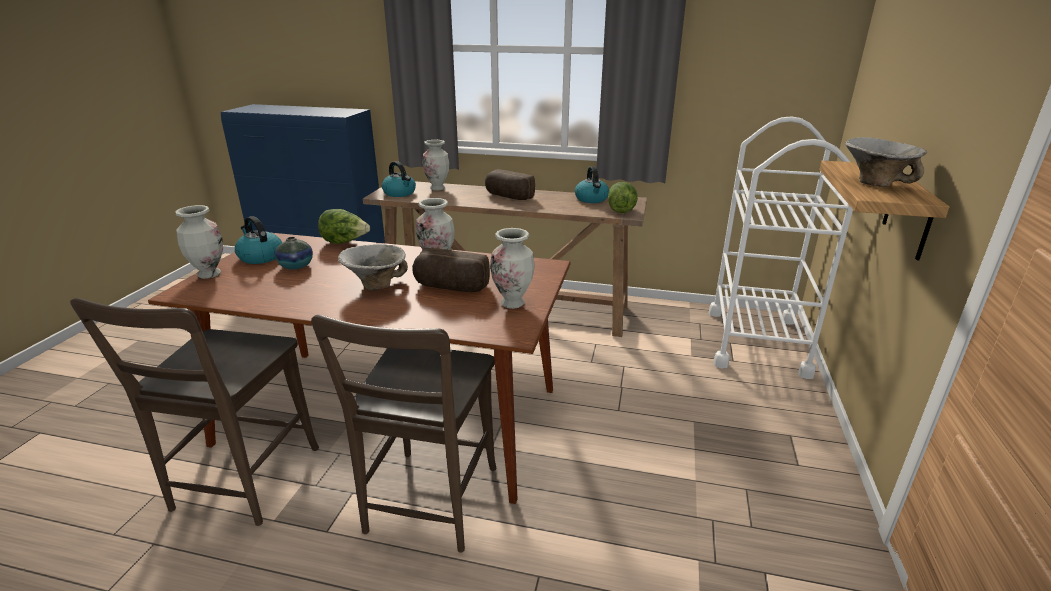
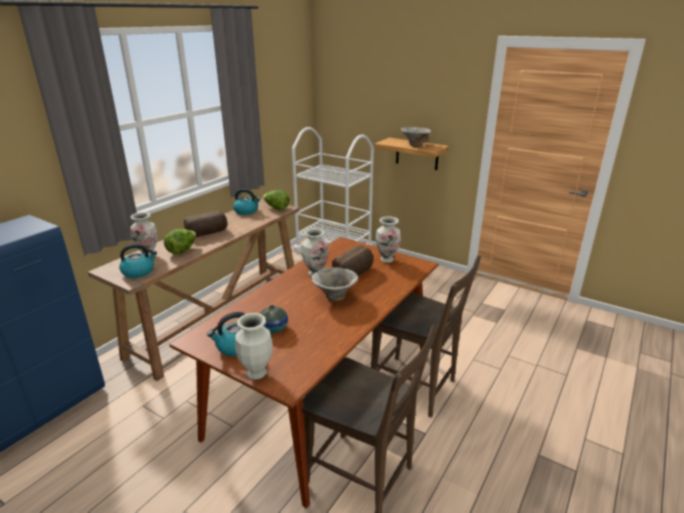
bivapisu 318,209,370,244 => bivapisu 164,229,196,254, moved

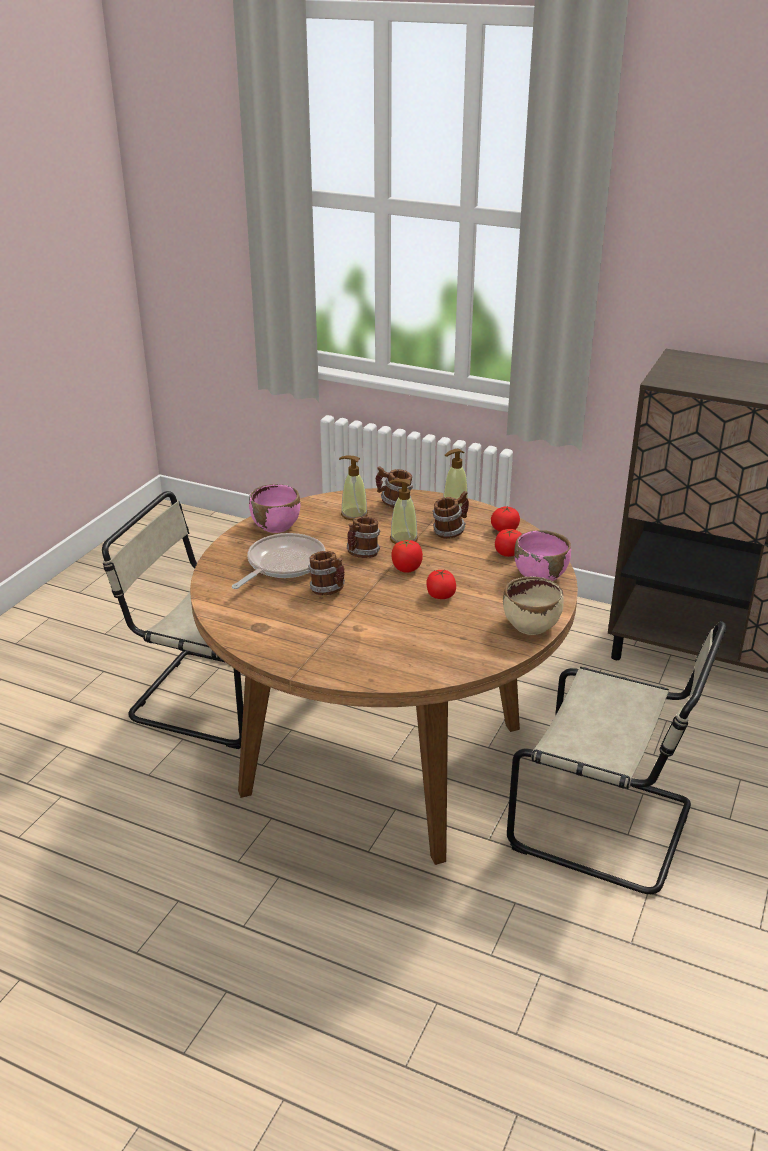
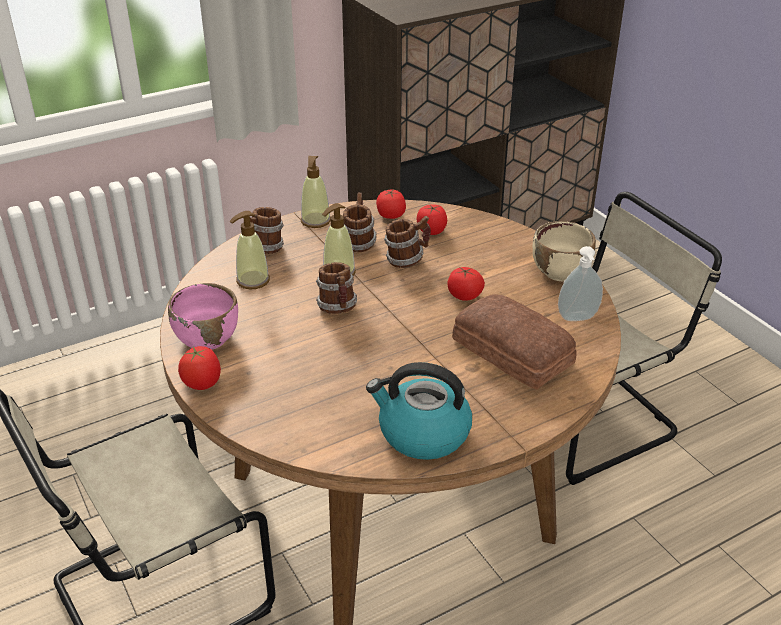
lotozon 232,533,325,589 => nothing
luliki 308,551,345,595 => luliki 384,216,431,268, moved
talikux 392,539,423,573 => talikux 178,346,221,390, moved
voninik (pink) 514,530,571,581 => nothing
nothing => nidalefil 366,362,472,460
nothing => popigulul 452,294,577,390
nothing => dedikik 558,246,603,321

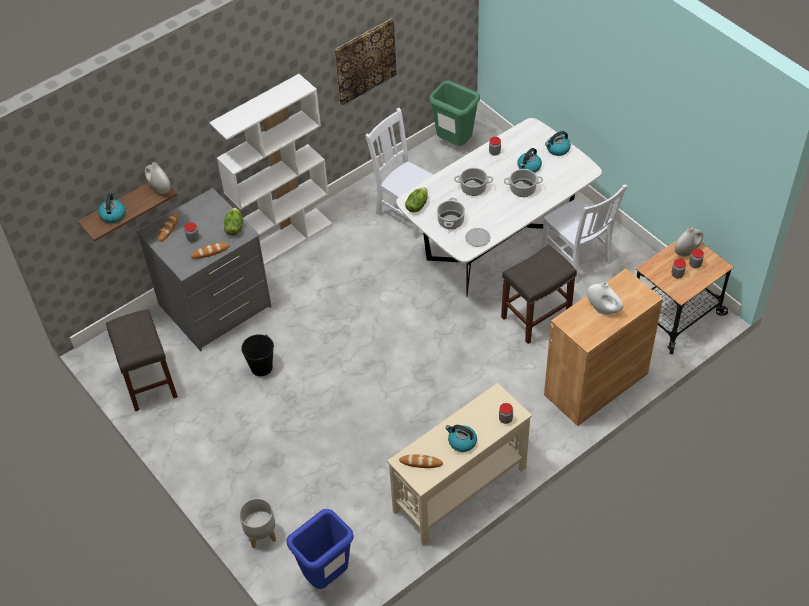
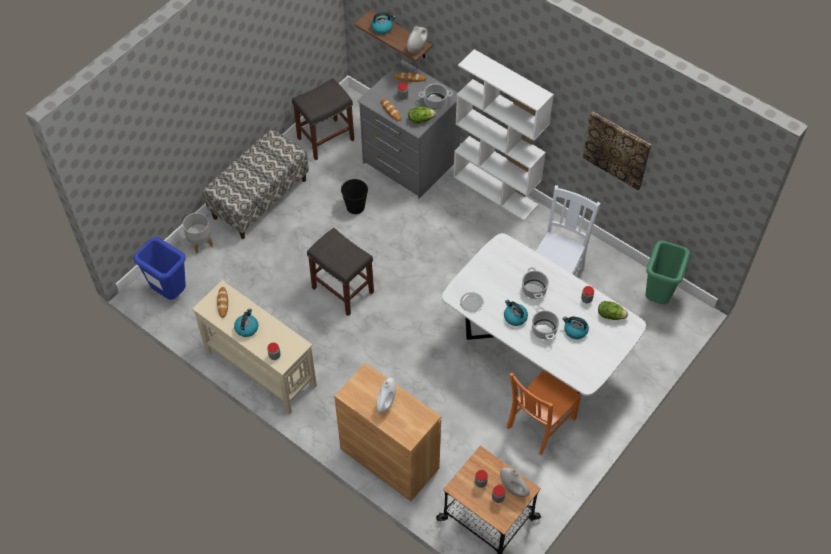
bivapisu 405,188,428,212 => bivapisu 598,301,628,320, moved
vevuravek 437,198,465,229 => vevuravek 418,83,453,109, moved
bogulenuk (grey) 501,245,577,344 => bogulenuk (grey) 307,228,374,316, moved
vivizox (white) 541,185,627,283 => vivizox (orange) 507,370,581,455
nidalefil 545,131,571,156 => nidalefil 504,300,528,326, moved
nothing => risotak 203,129,309,239

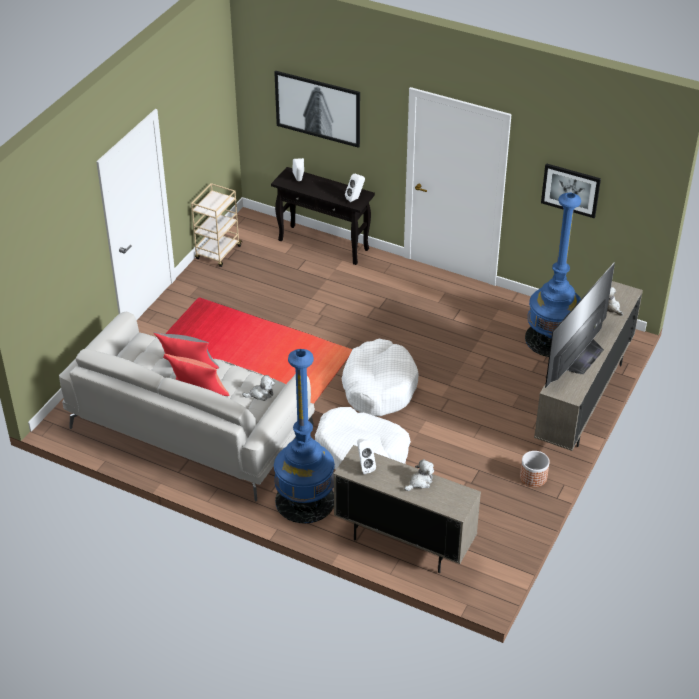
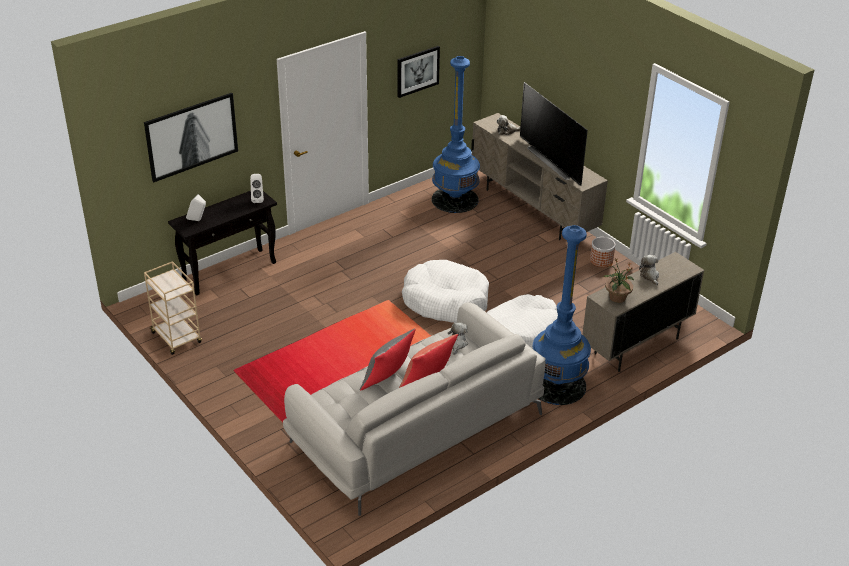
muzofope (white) 357,439,376,474 => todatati 602,259,634,303

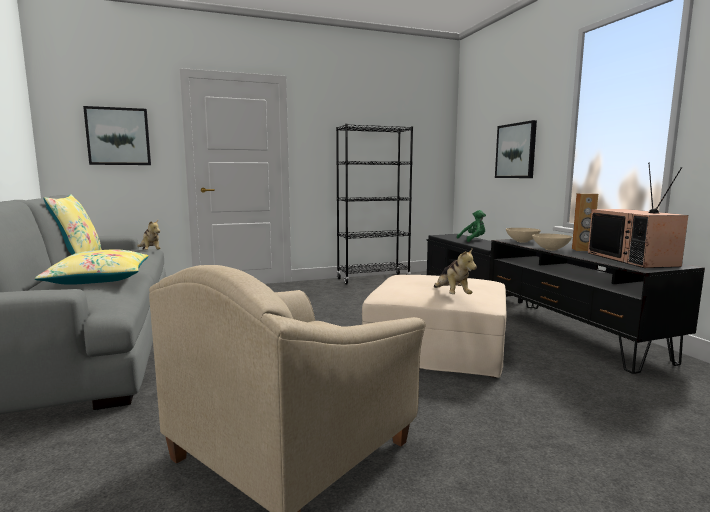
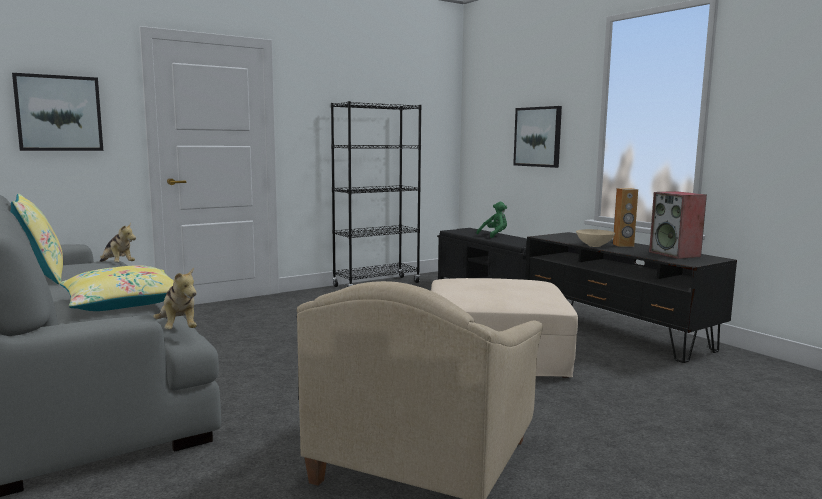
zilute 434,249,477,294 => zilute 153,267,197,330, moved
voninik (beige) 506,228,541,243 => nothing
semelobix 588,163,688,268 => muzofope 649,191,707,259

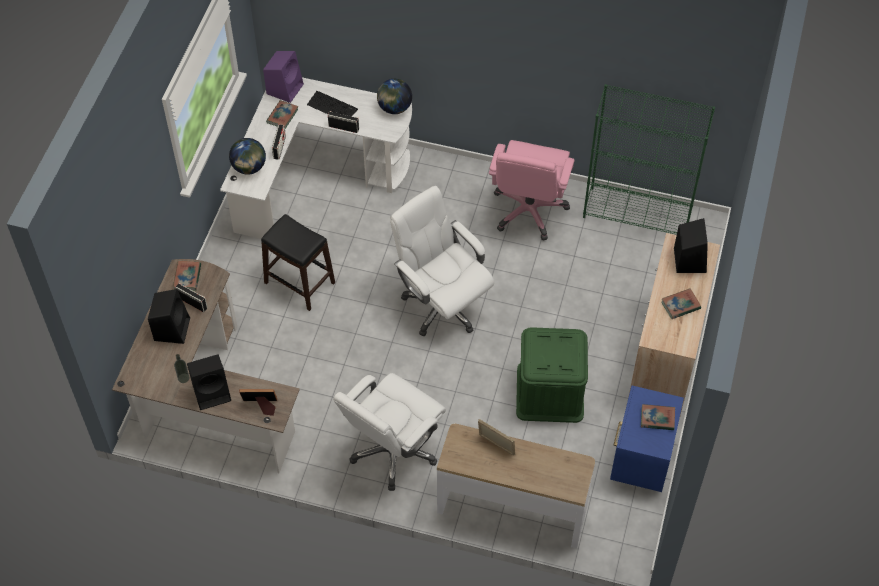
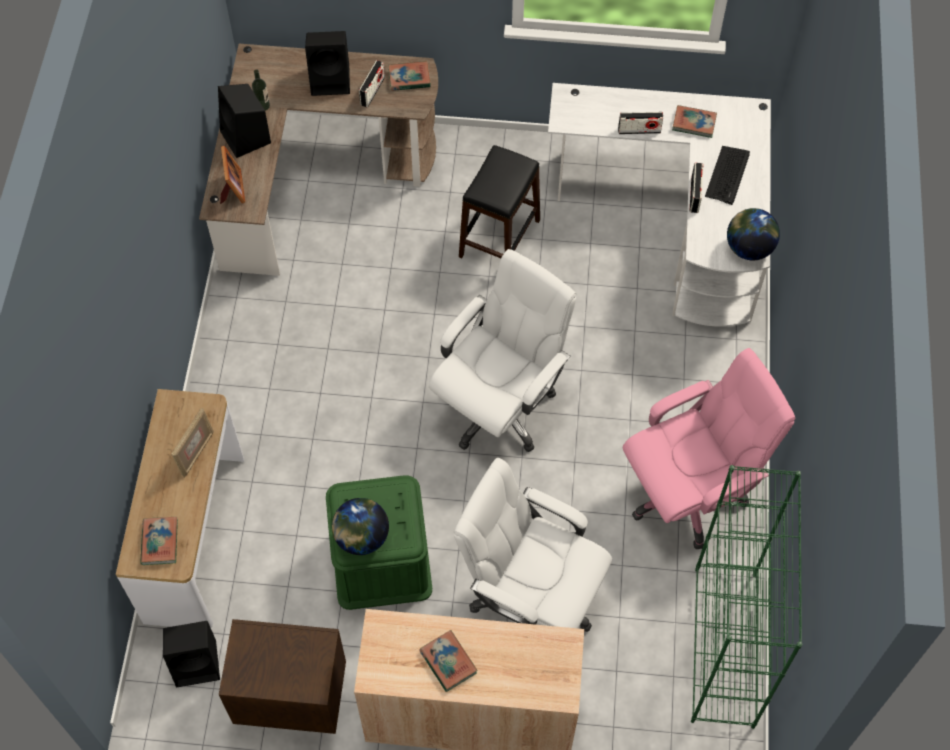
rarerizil 229,138,266,175 => rarerizil 332,498,389,555, moved
muzofope (purple) 263,51,304,103 => nothing
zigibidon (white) 334,373,446,491 => zigibidon (white) 454,458,612,632, moved
zigibidon (pink) 489,140,575,241 => zigibidon (pink) 623,348,796,549, 150 degrees clockwise
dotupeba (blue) 610,386,684,492 => dotupeba (brown) 219,619,346,734
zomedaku 641,404,675,430 => zomedaku 140,517,178,565, moved
muzofope (black) 674,218,708,273 => muzofope (black) 163,621,220,687, moved

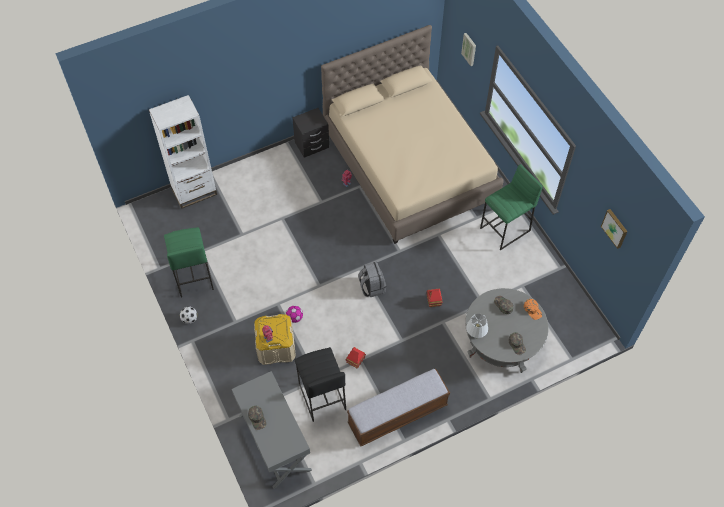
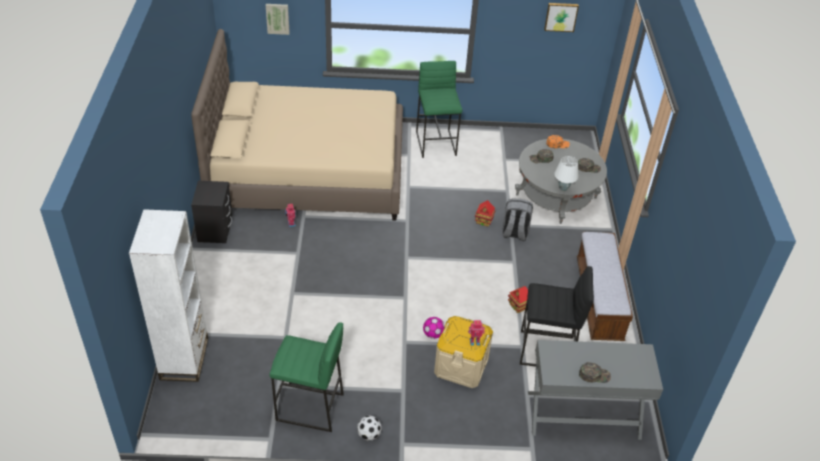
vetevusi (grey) 358,262,386,297 => vetevusi (grey) 502,199,533,241, moved

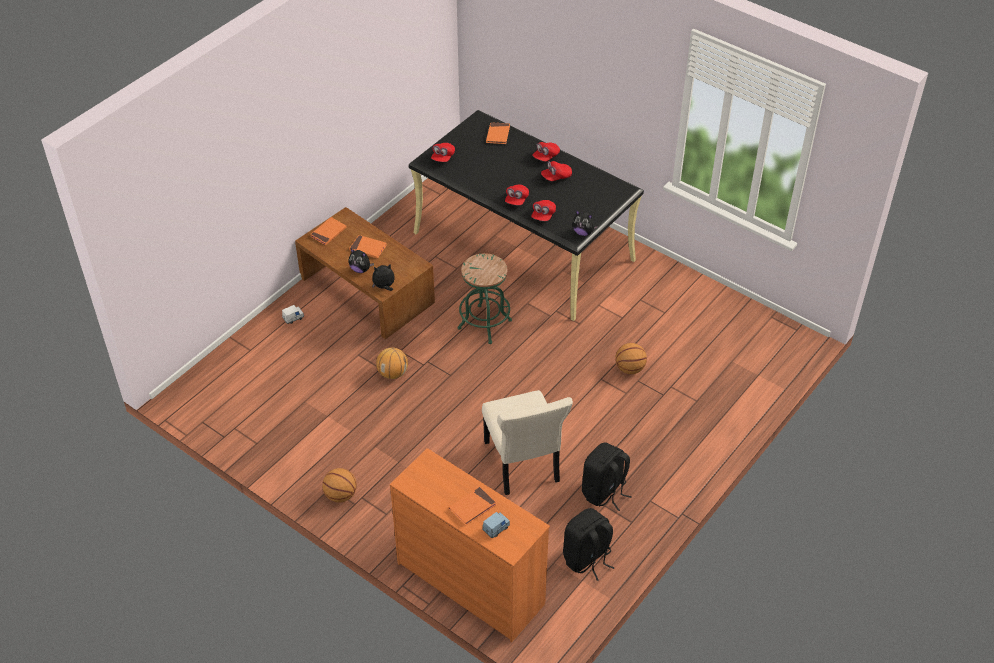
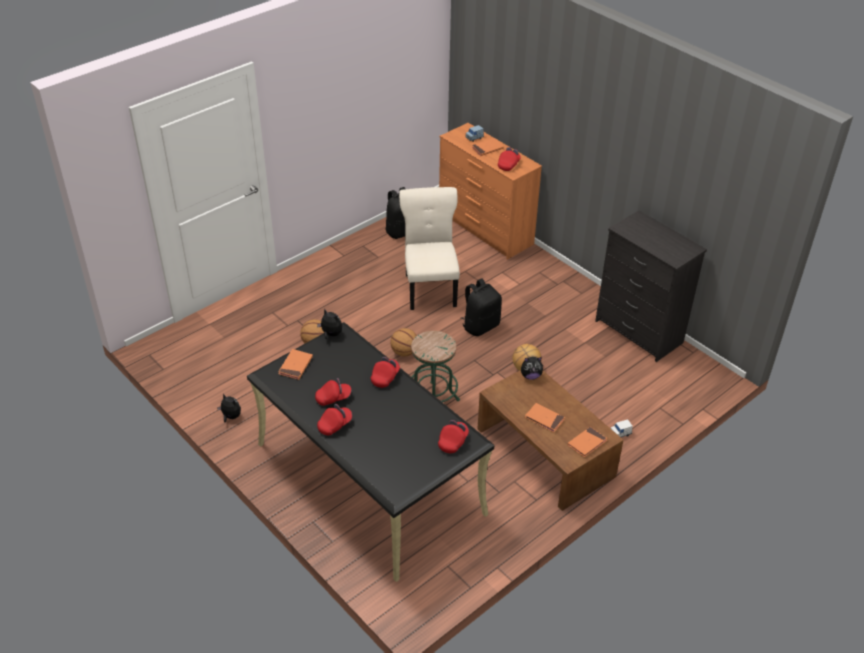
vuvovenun 322,468,357,502 => vuvovenun 390,328,417,357, moved
zilute 349,249,374,273 => zilute 217,393,241,423, moved
zomedaku (orange) 486,122,510,144 => zomedaku (orange) 278,349,313,380, moved
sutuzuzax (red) 531,200,556,221 => sutuzuzax (red) 498,147,521,171, moved
vetevusi (black) 582,442,632,511 => vetevusi (black) 461,279,502,336, moved
nothing => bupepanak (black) 595,210,707,362

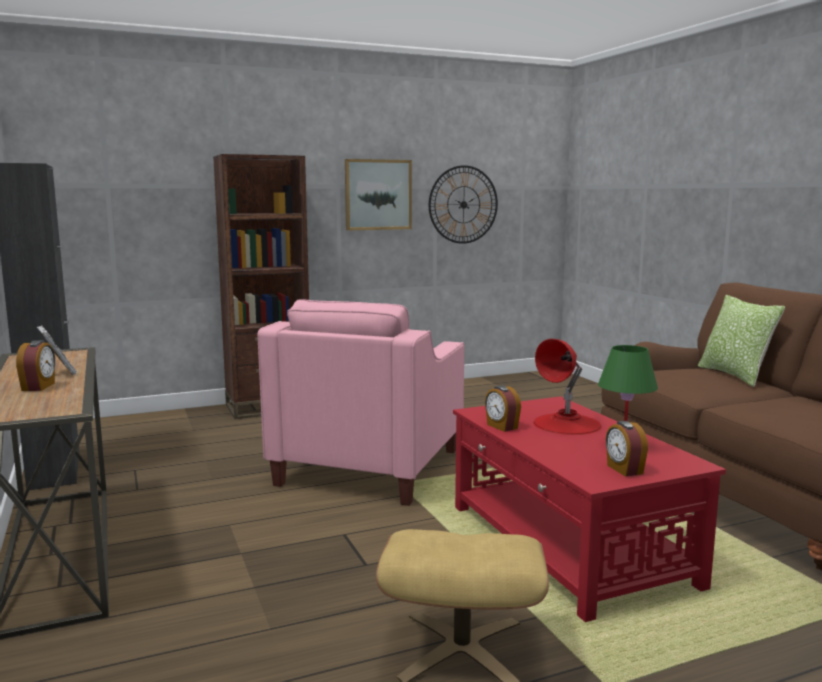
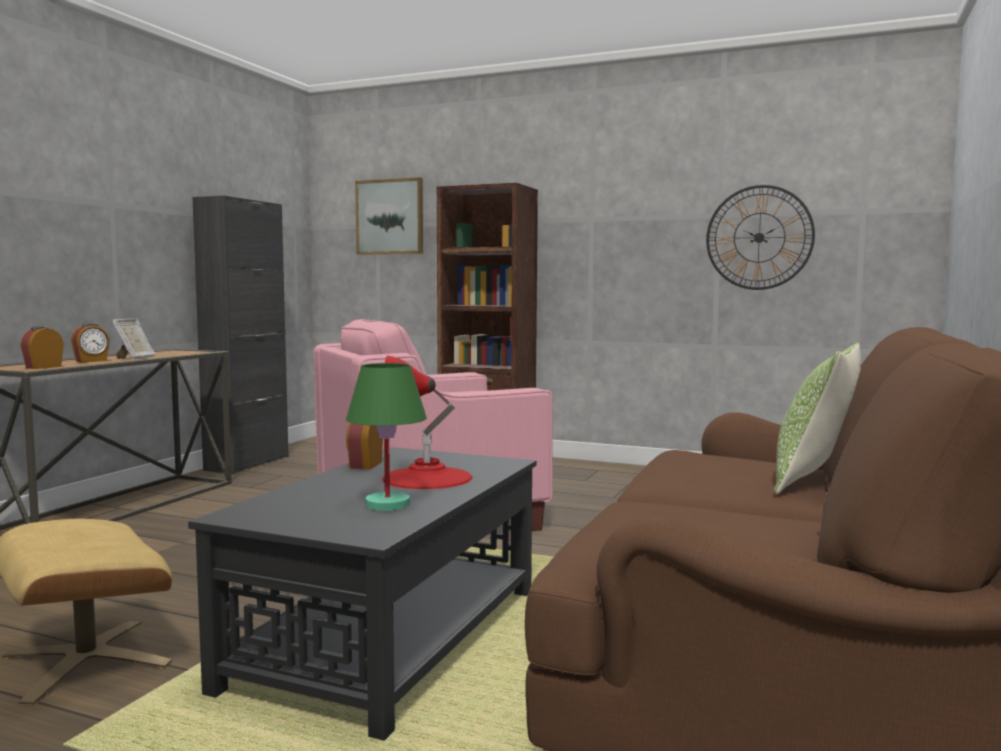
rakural 345,159,412,230 => rakural 355,177,423,255, moved
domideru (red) 453,396,726,622 => domideru (black) 188,447,537,741
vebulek 606,421,648,477 => vebulek 20,326,64,369, moved

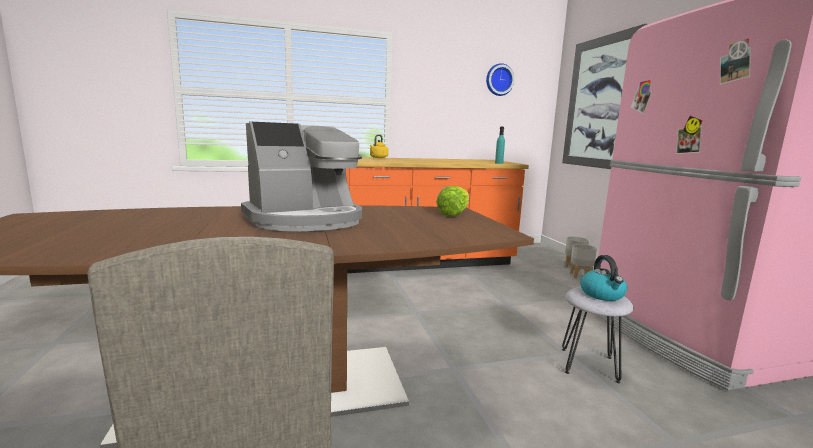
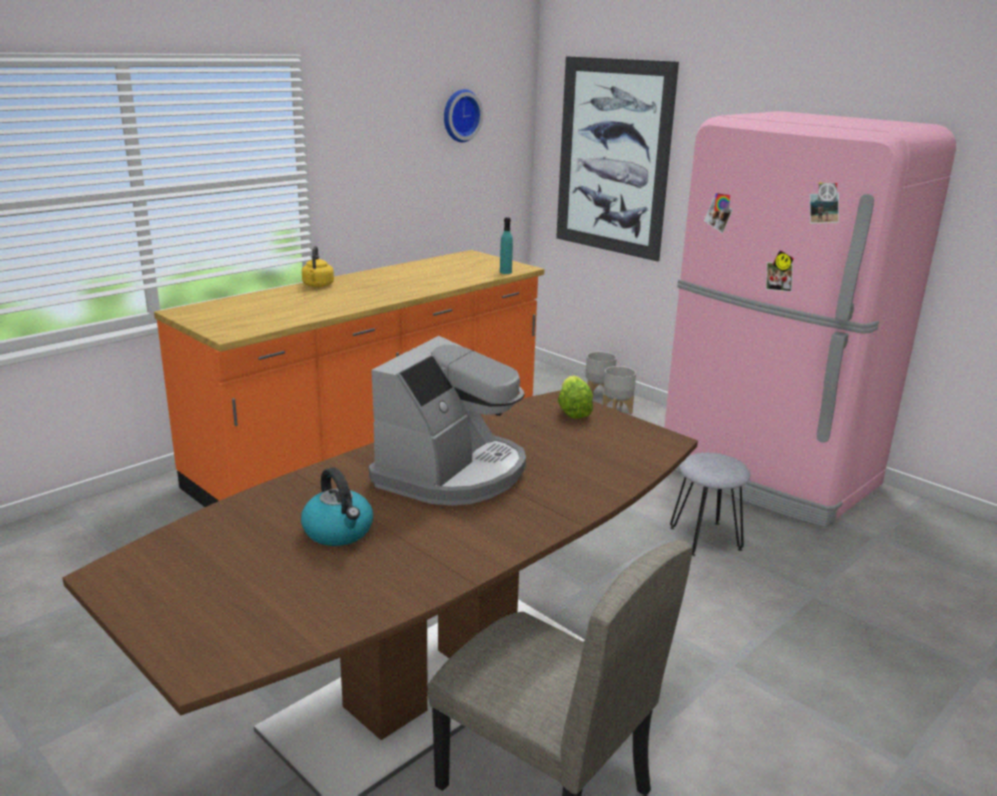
nidalefil 580,255,627,301 => nidalefil 301,468,373,546, moved

